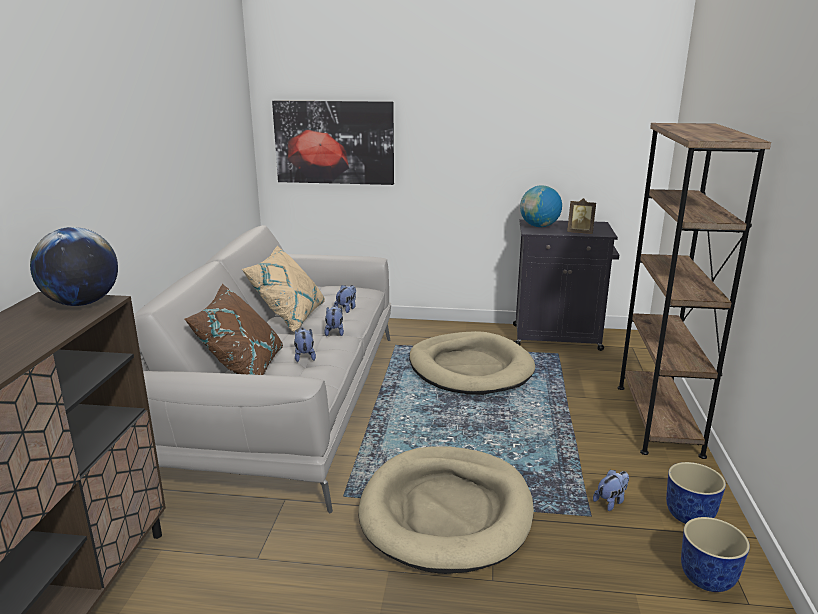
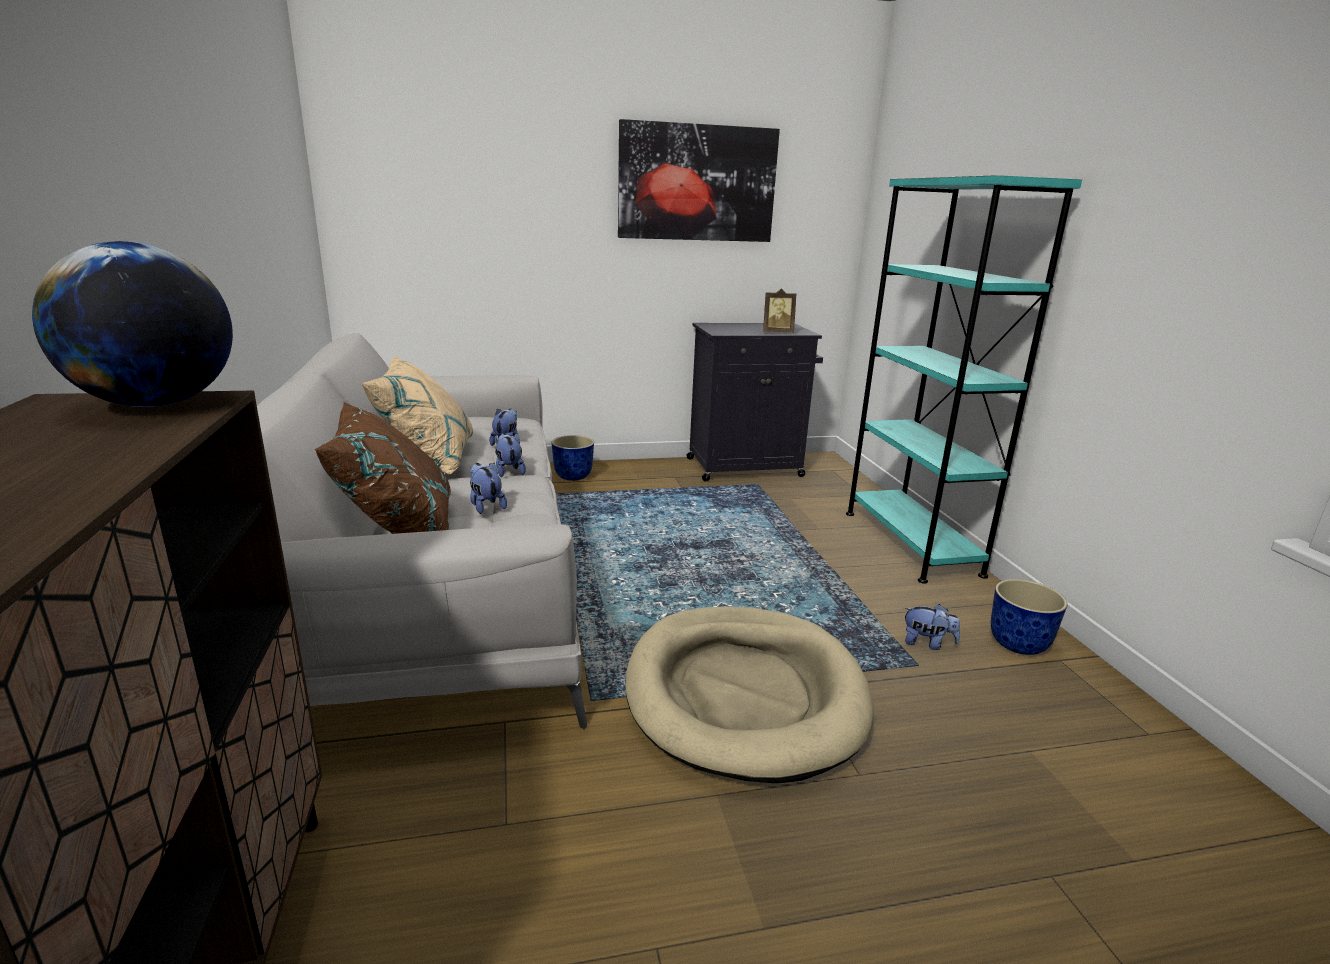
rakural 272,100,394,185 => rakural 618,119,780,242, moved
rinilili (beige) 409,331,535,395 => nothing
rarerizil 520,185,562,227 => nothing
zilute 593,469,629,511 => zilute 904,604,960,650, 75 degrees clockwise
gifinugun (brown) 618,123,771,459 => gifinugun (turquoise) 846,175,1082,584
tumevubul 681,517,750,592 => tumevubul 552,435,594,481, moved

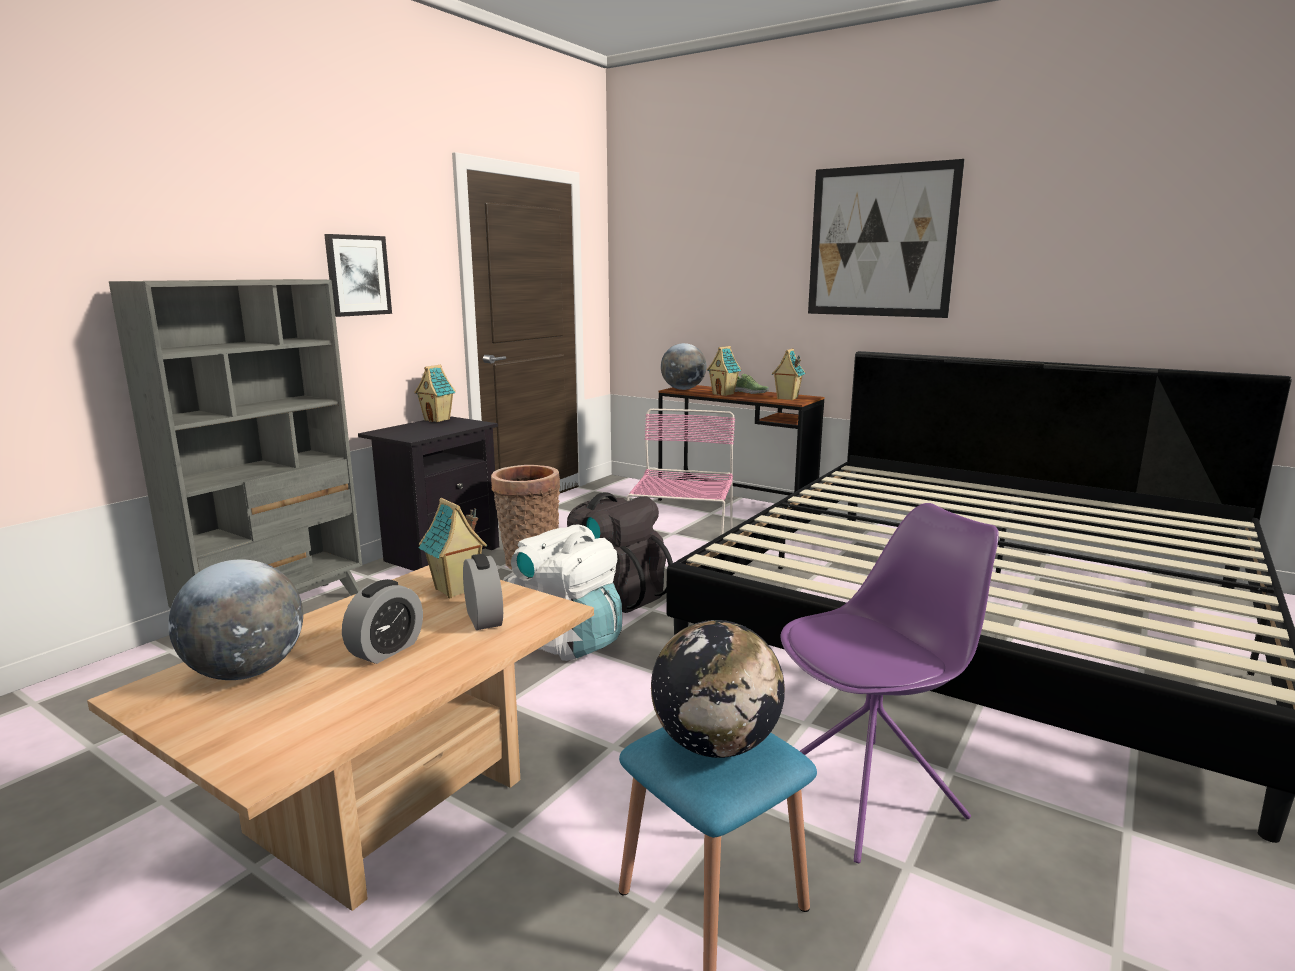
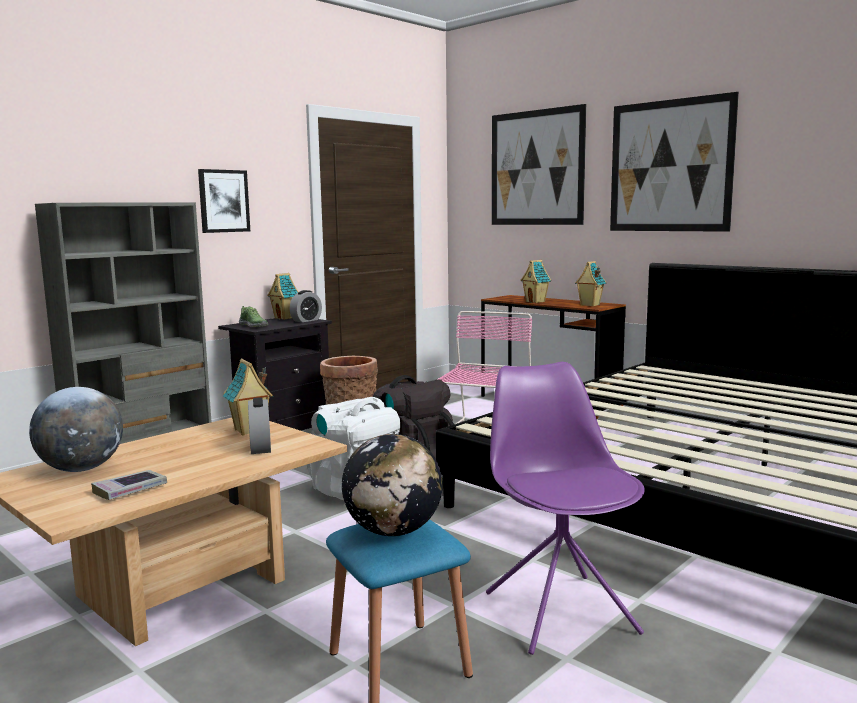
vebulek 342,579,423,664 => vebulek 290,290,322,322, moved
rarerizil 661,343,707,390 => nothing
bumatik 735,374,769,394 => bumatik 239,306,268,327, moved
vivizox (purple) 780,503,998,863 => vivizox (purple) 486,362,645,655, 90 degrees counterclockwise
nothing => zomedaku 91,470,167,500
nothing => rakural 492,104,586,225

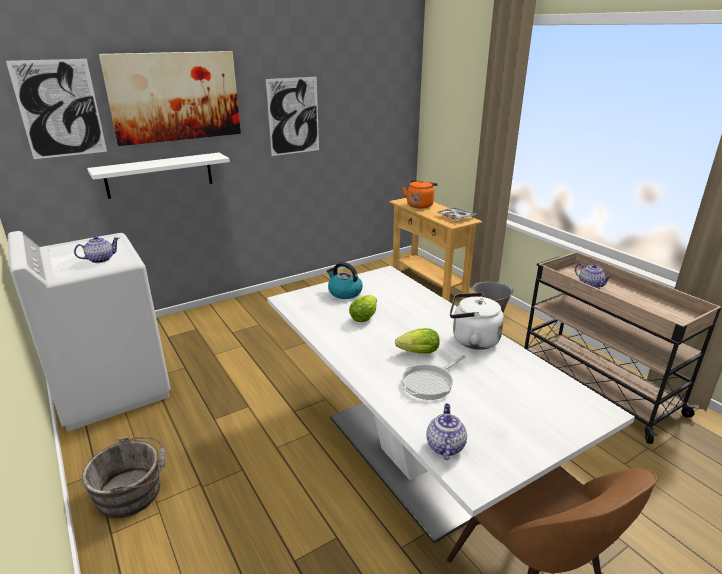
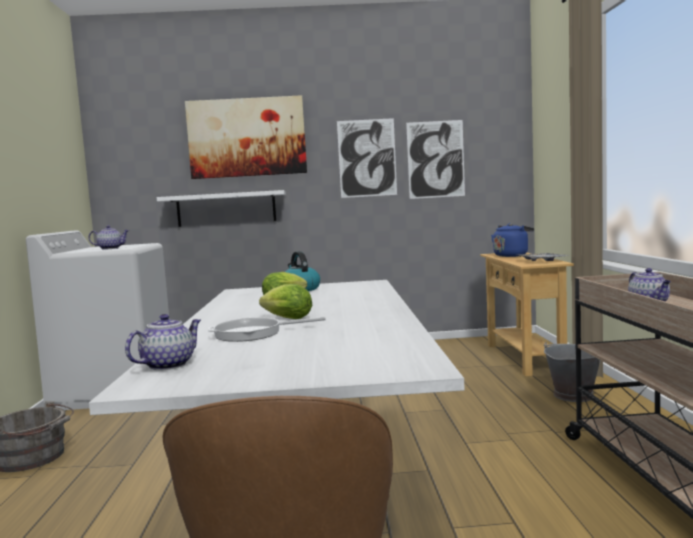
rakural 6,59,107,159 => rakural 406,120,465,199, moved
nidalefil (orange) 403,180,438,209 => nidalefil (blue) 491,223,534,257
nidalefil (white) 450,292,504,350 => nothing

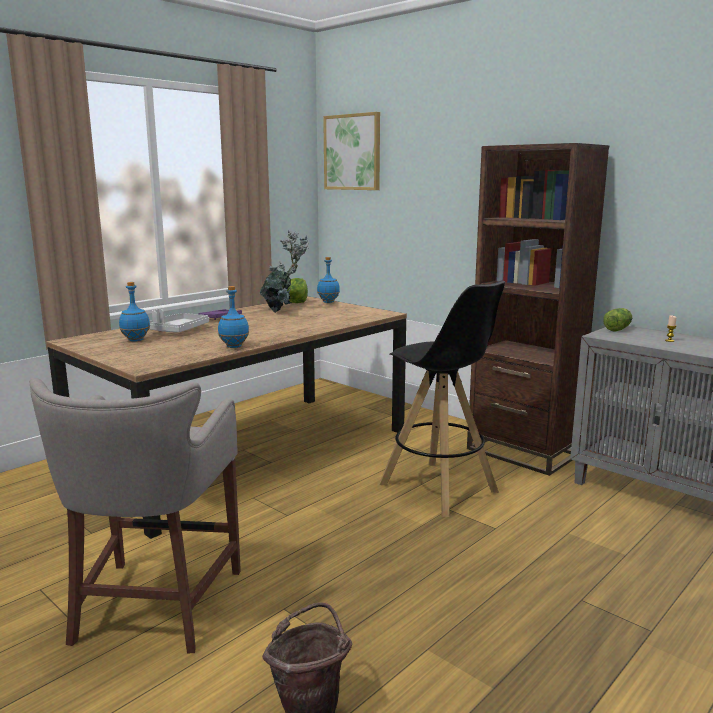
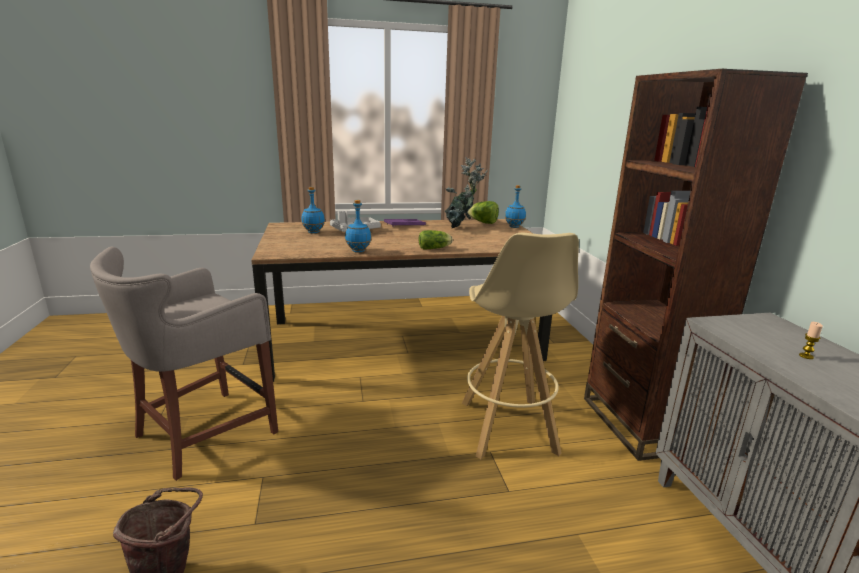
rakural 323,112,380,190 => nothing
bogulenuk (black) 379,280,505,517 => bogulenuk (beige) 461,232,579,459
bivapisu 603,308,632,332 => bivapisu 419,230,453,249, moved

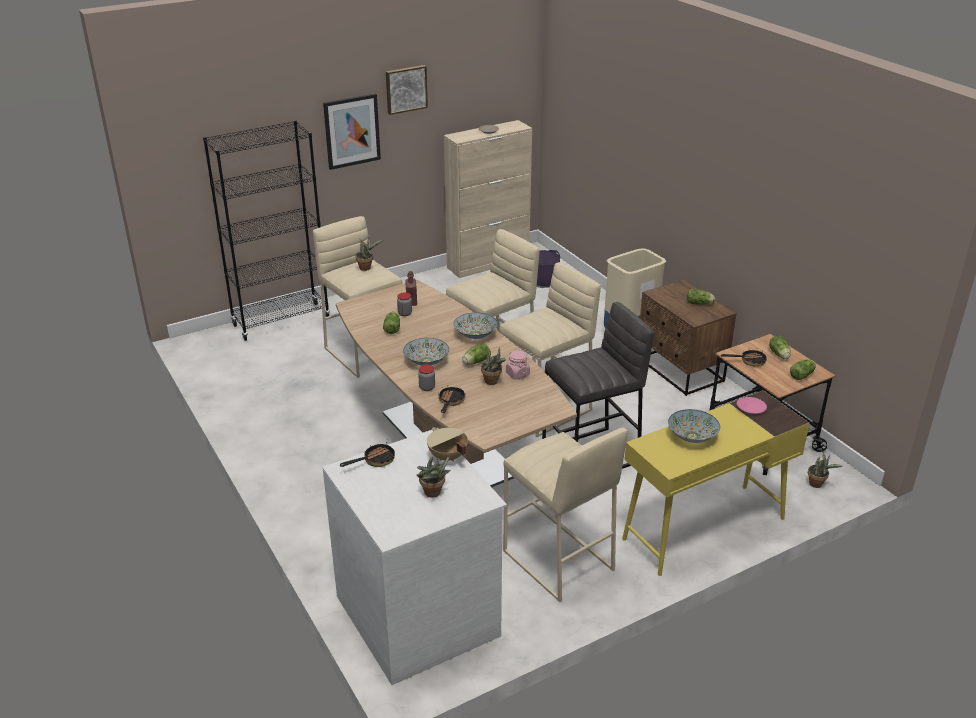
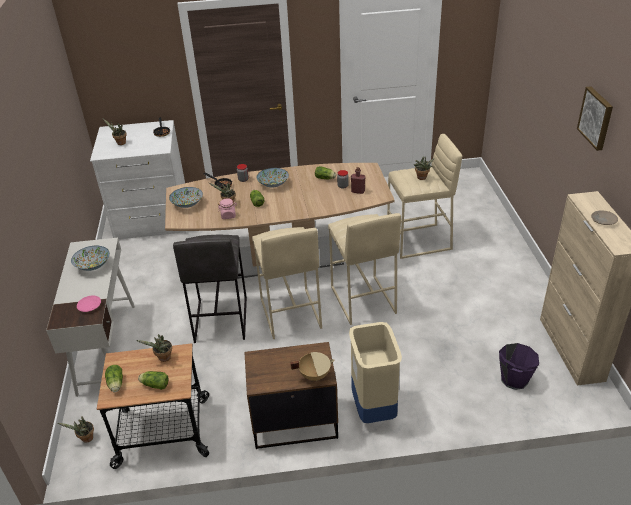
gifinugun (black) 203,120,330,341 => nothing
rakural 323,93,381,170 => nothing
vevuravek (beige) 427,427,468,462 => vevuravek (beige) 290,352,335,381, moved
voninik 453,312,498,339 => voninik 169,187,203,208, moved
bogulenuk (beige) 503,427,628,602 => nothing
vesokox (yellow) 622,390,809,576 => vesokox (white) 46,237,135,397
bivapisu 687,289,715,305 => nothing
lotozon 721,348,767,367 => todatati 136,334,172,362

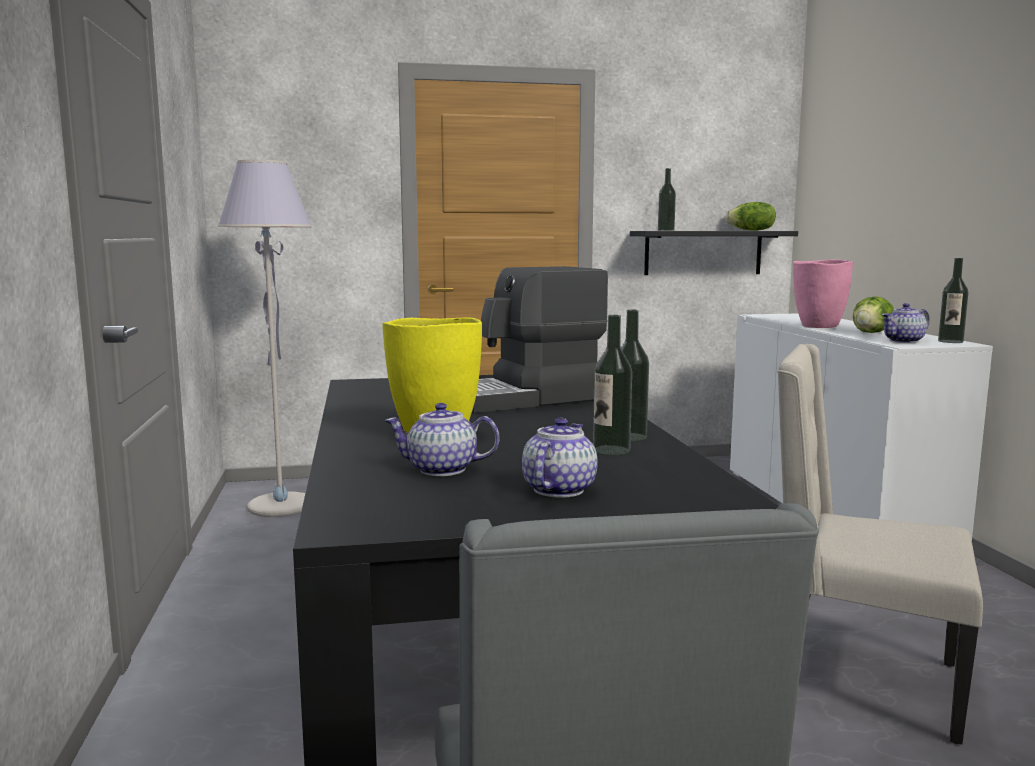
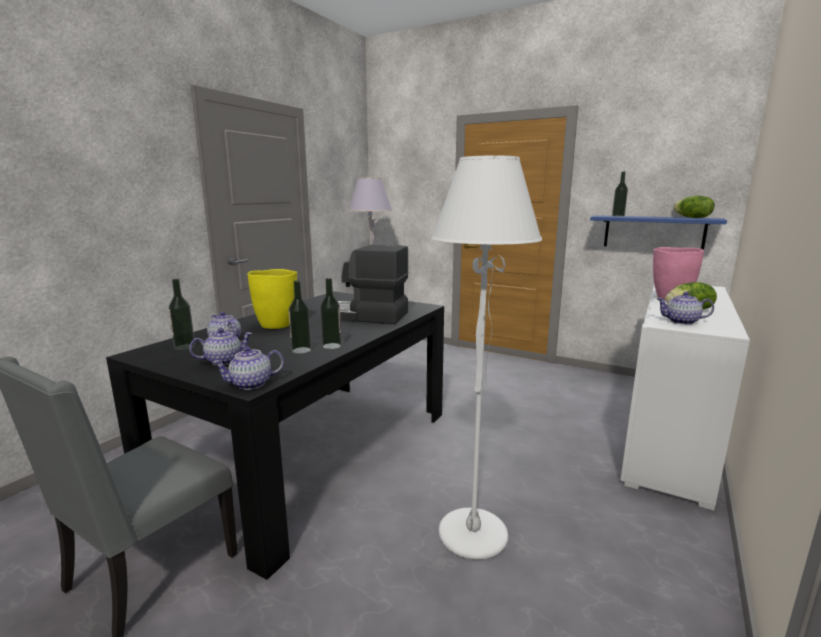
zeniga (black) 630,231,798,275 => zeniga (blue) 590,215,727,250
vivizox (beige) 777,344,983,744 => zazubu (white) 431,155,542,560
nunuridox 938,258,968,343 => nunuridox 169,279,195,350, moved
nothing => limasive 212,347,284,390

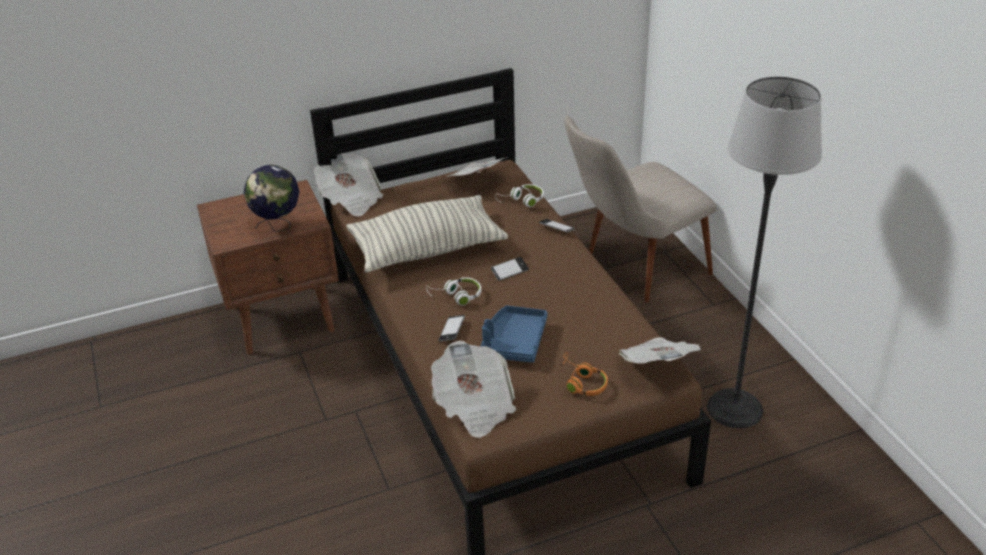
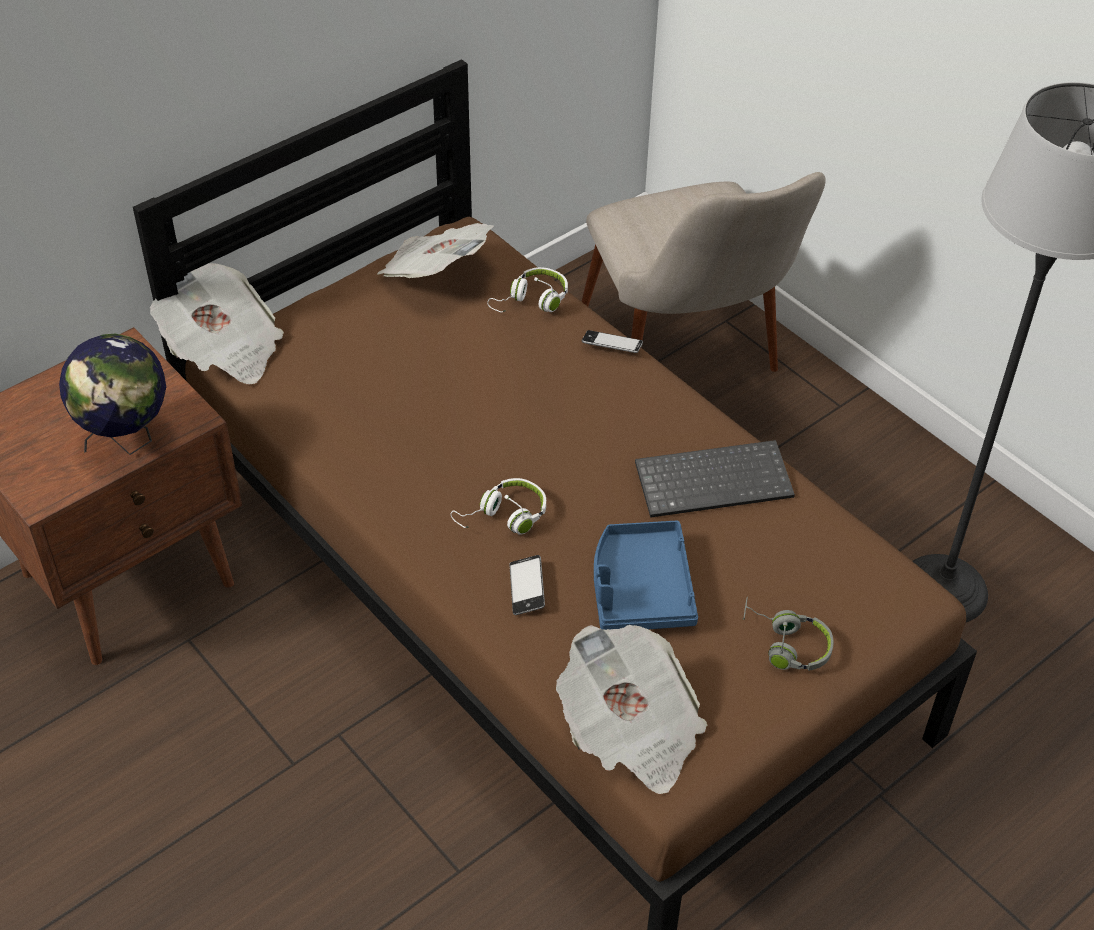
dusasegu 347,195,508,272 => nothing
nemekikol 491,257,529,281 => nothing
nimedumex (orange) 561,352,608,396 => nimedumex (grey) 743,597,834,671
vivizox (beige) 564,116,717,302 => vivizox (beige) 581,172,826,372, 60 degrees counterclockwise
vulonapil 619,337,701,364 => nothing
nothing => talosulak 635,440,795,518

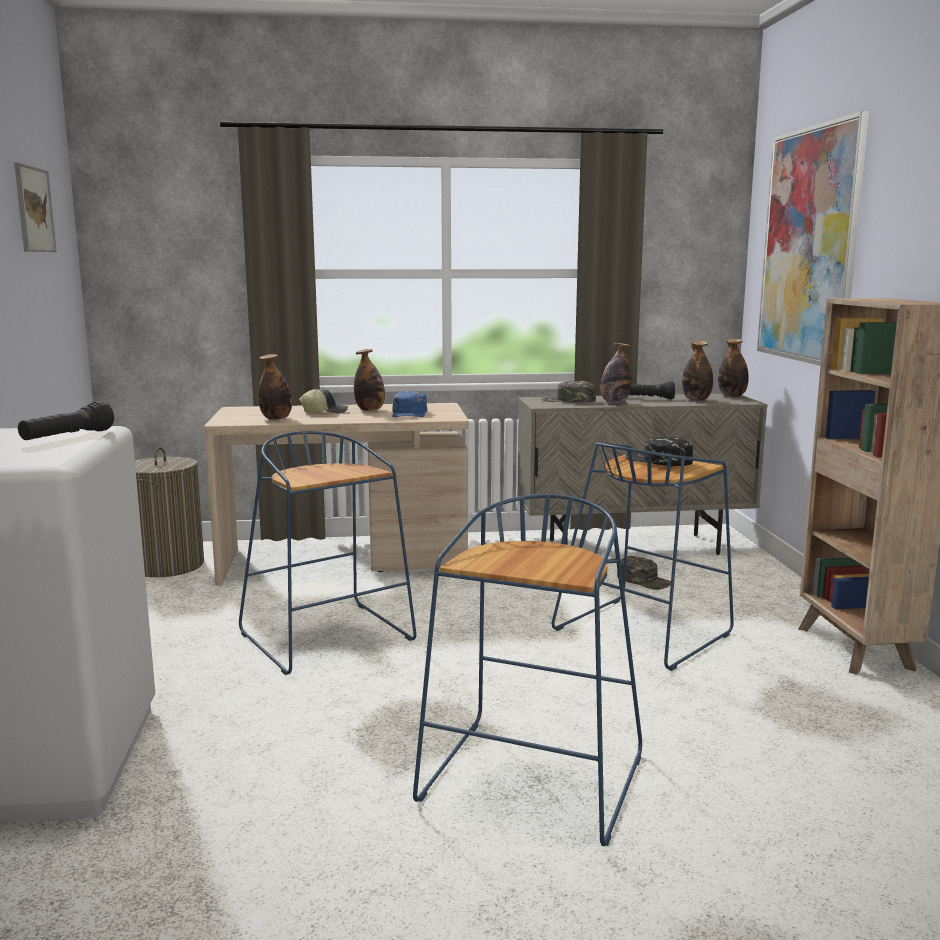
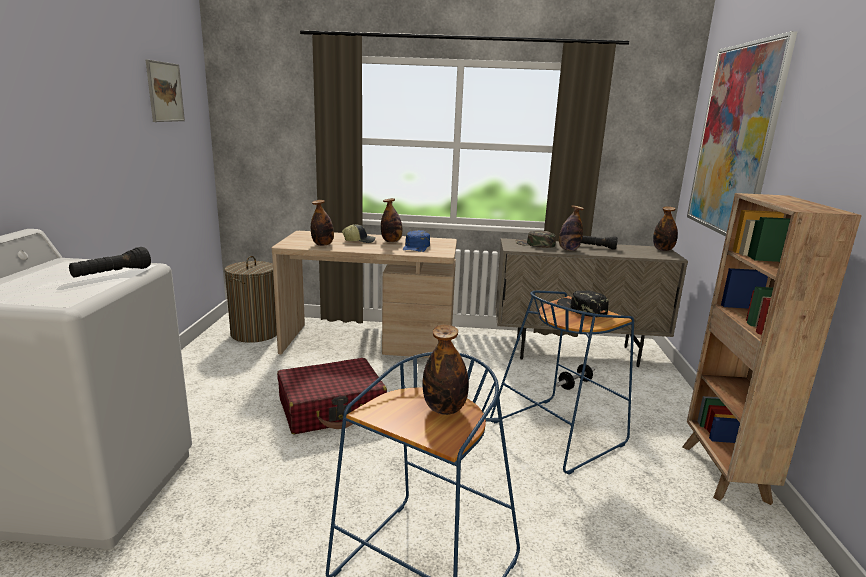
bogulenuk (blue) 239,431,416,675 => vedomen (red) 277,358,387,434
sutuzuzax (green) 617,556,671,590 => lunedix 556,364,595,390
nunuridox 682,341,713,401 => nunuridox 423,325,469,415, moved

